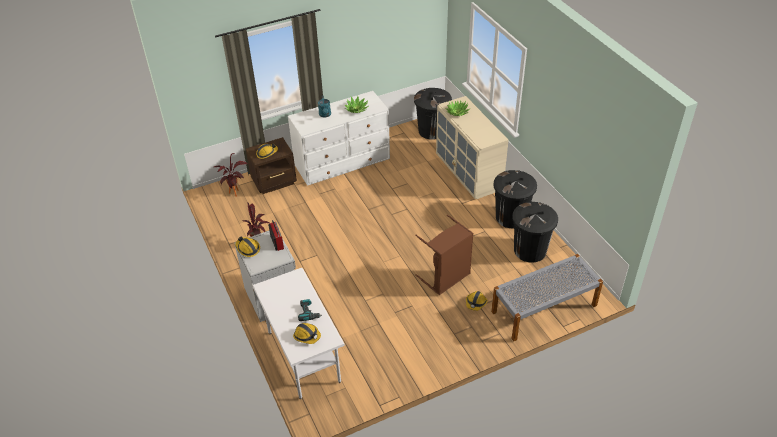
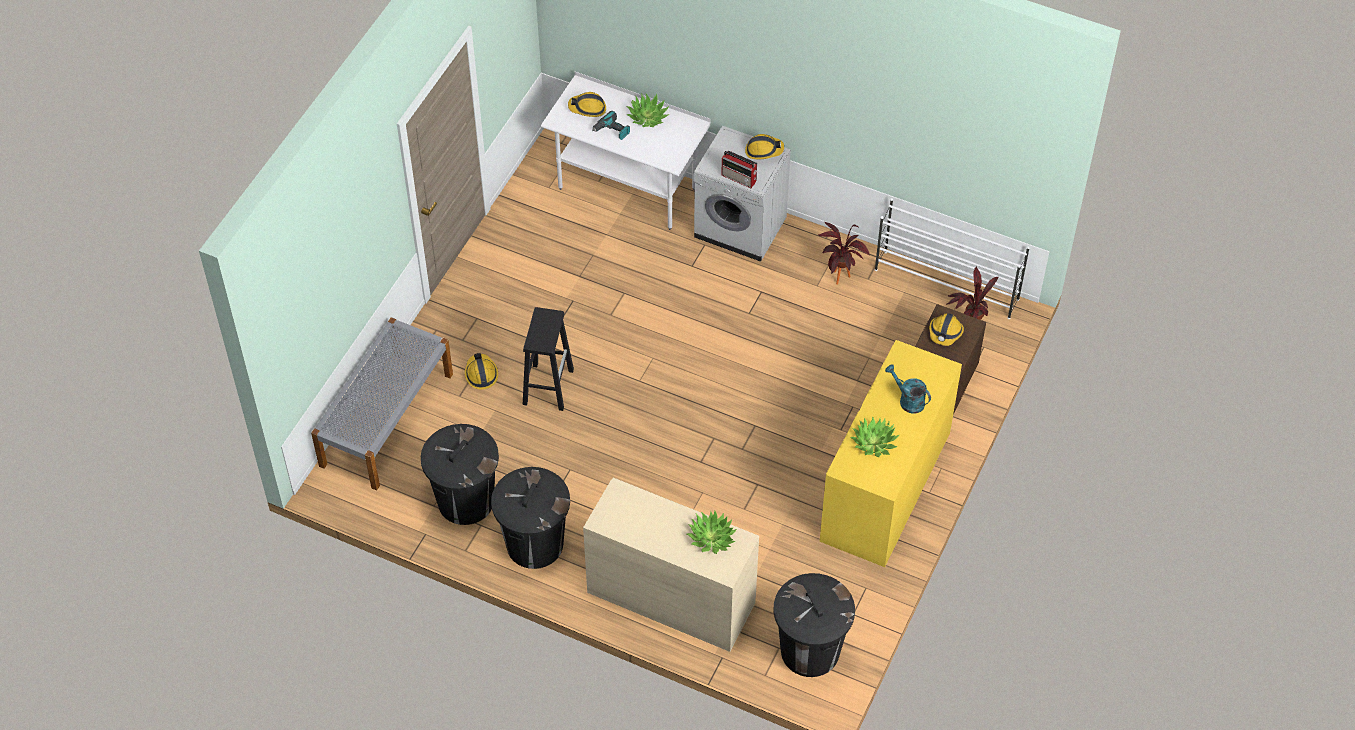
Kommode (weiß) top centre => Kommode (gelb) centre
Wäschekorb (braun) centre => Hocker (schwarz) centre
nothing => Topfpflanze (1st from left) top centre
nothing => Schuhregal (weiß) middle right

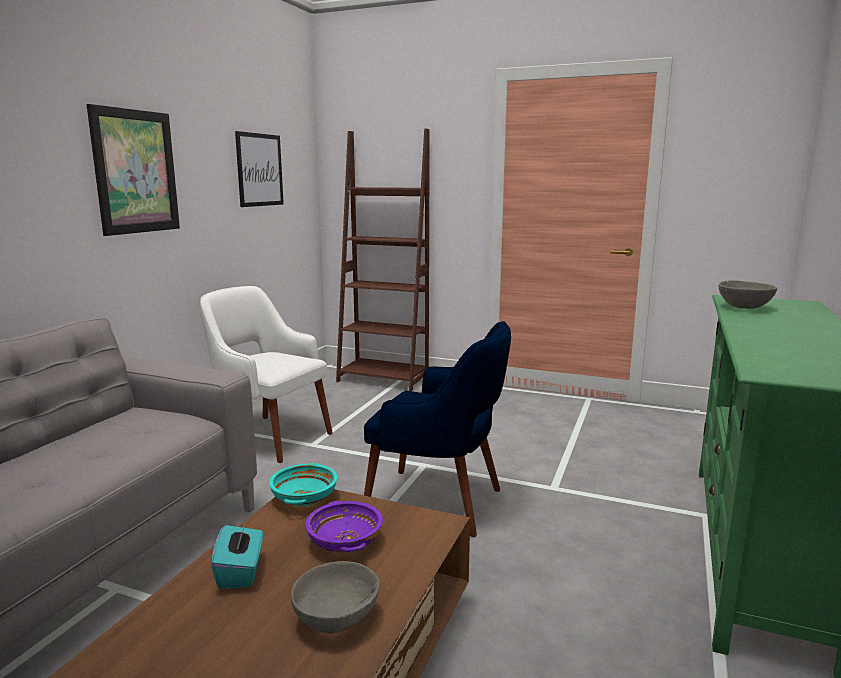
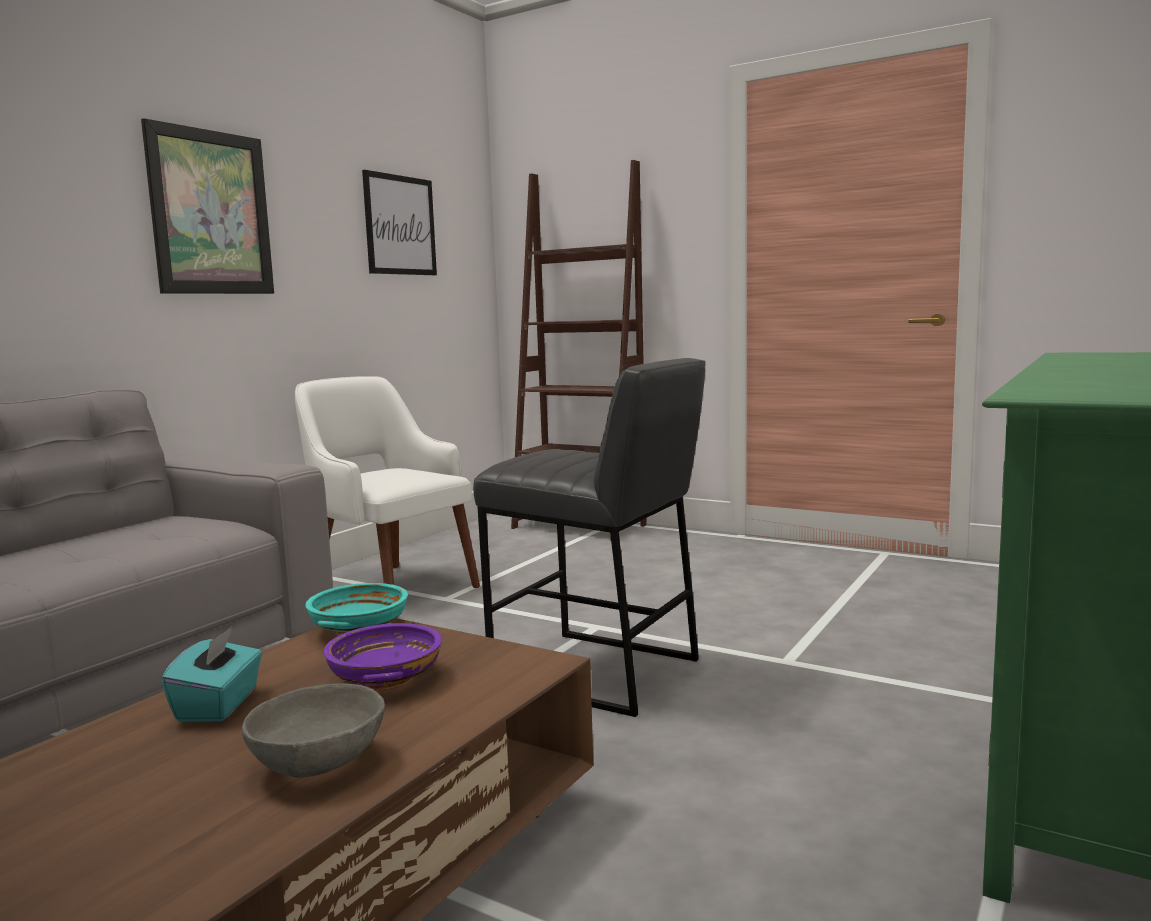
Sessel (blau) centre => Hocker (grau) centre
Schüssel (grau) (2nd from left) middle right => nothing

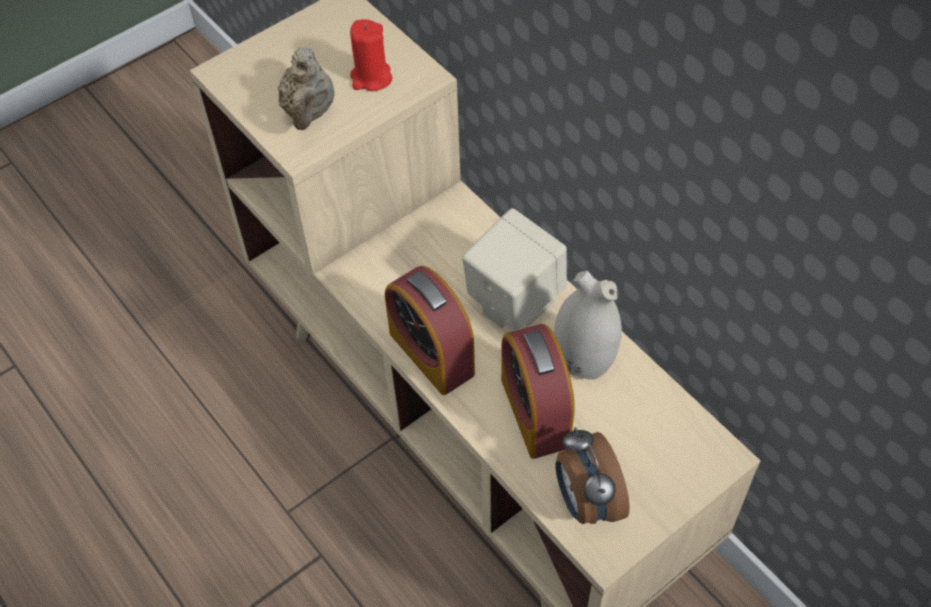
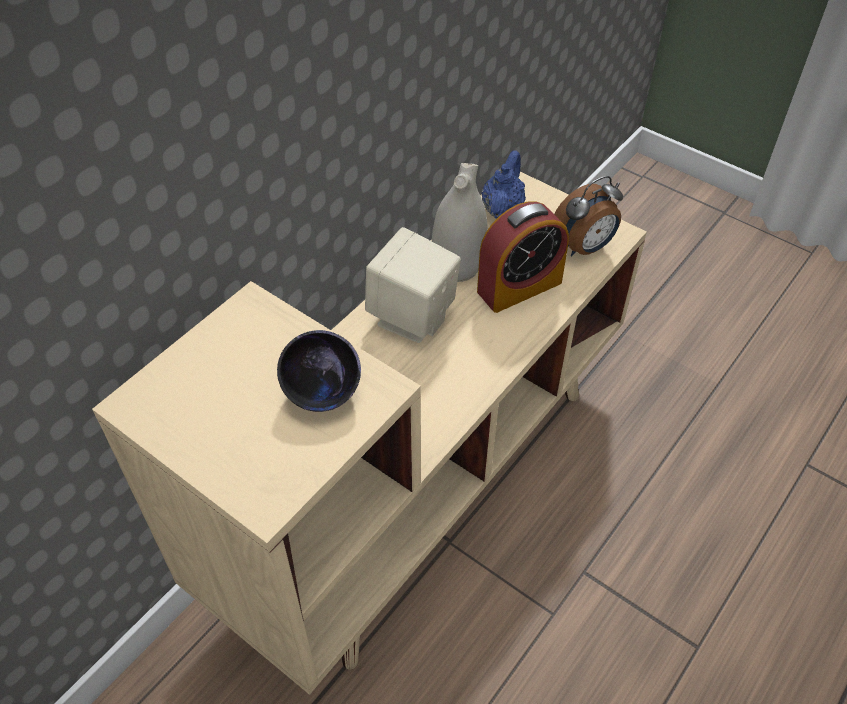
Teekanne (beige) top left => Schüssel (schwarz) centre
Kerze (rot) top centre => nothing
Wecker (1st from left) centre => nothing
nothing => Teekanne (blau) top centre

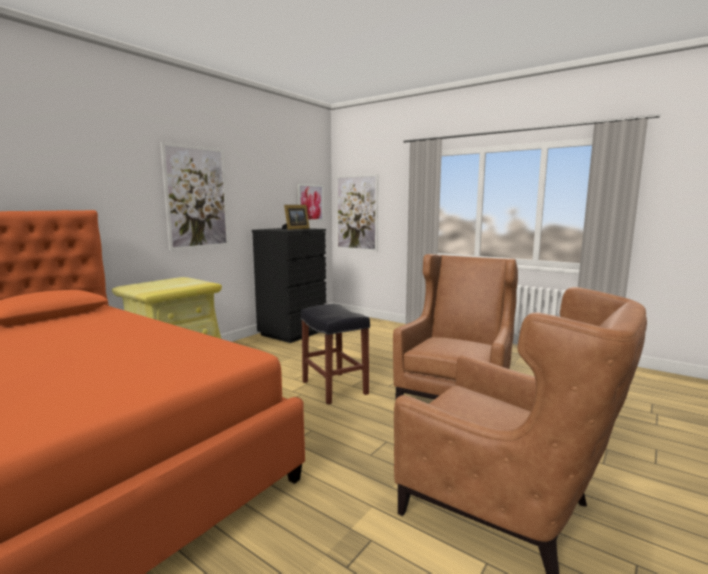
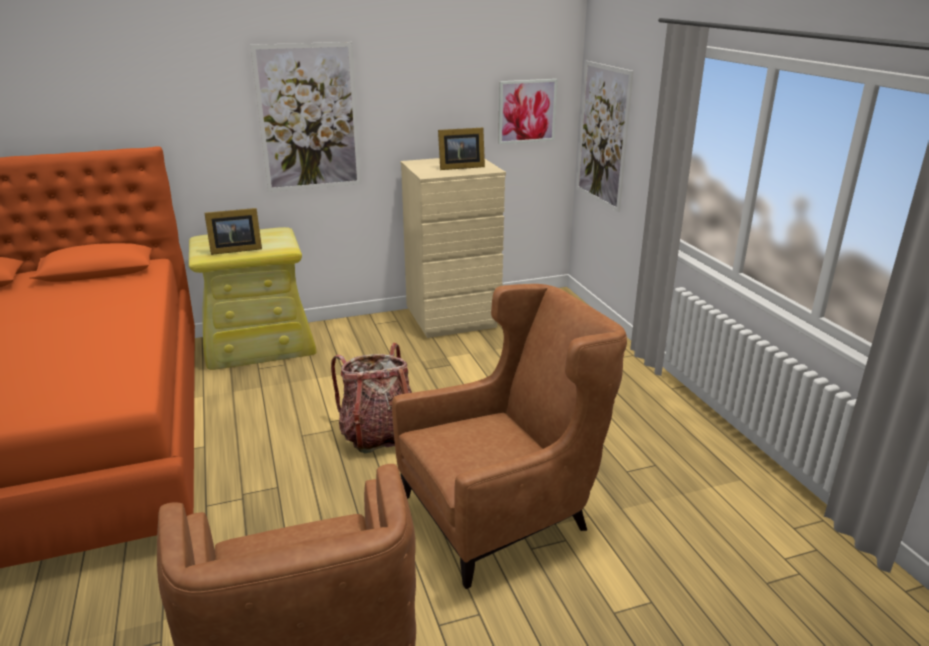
Kommode (schwarz) centre => Kommode (beige) centre
Hocker (schwarz) centre => Rucksack centre
nothing => Bilderrahmen (1st from left) middle left

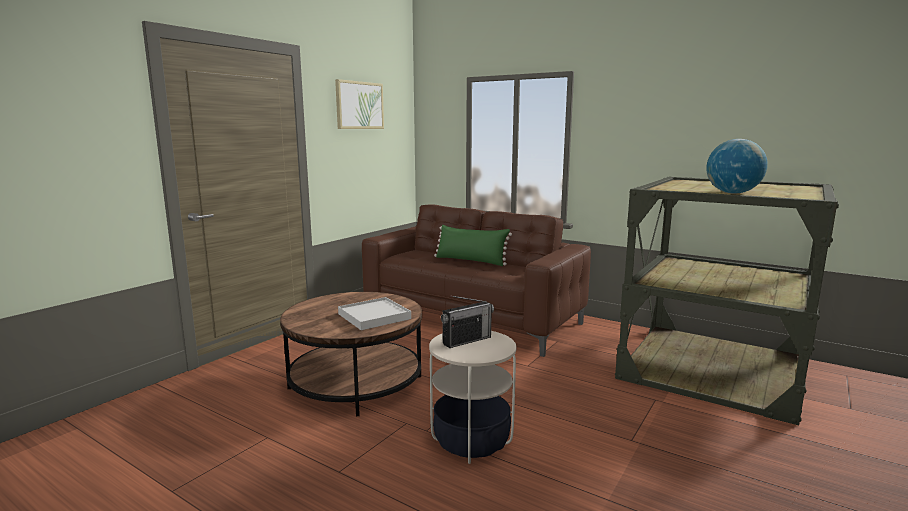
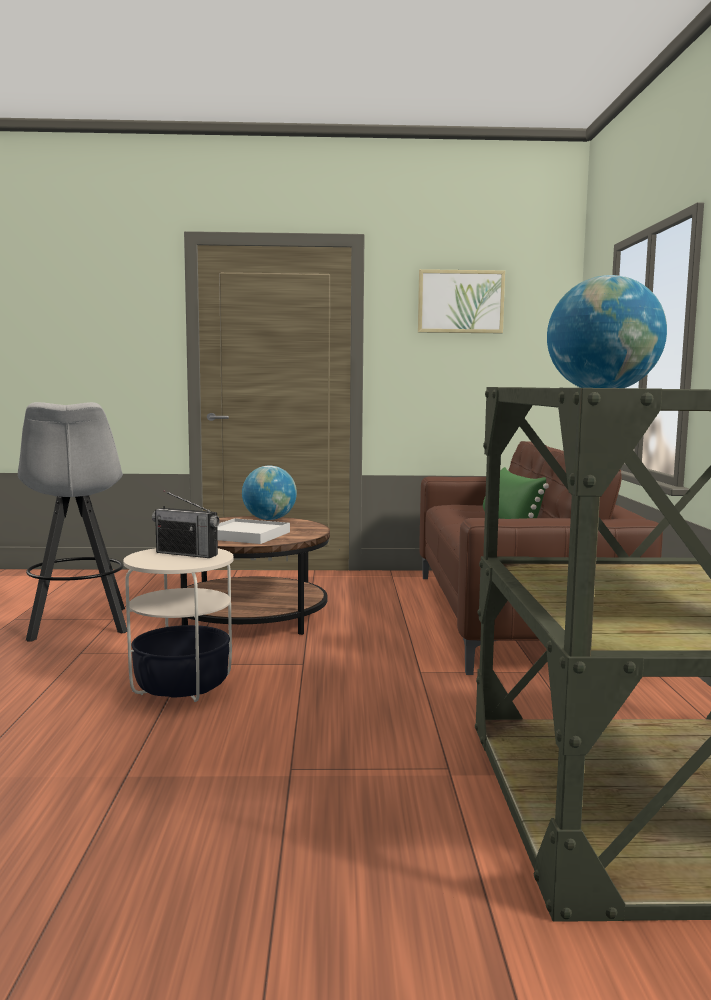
nothing => Hocker (grau) middle left
nothing => Globus (1st from left) centre

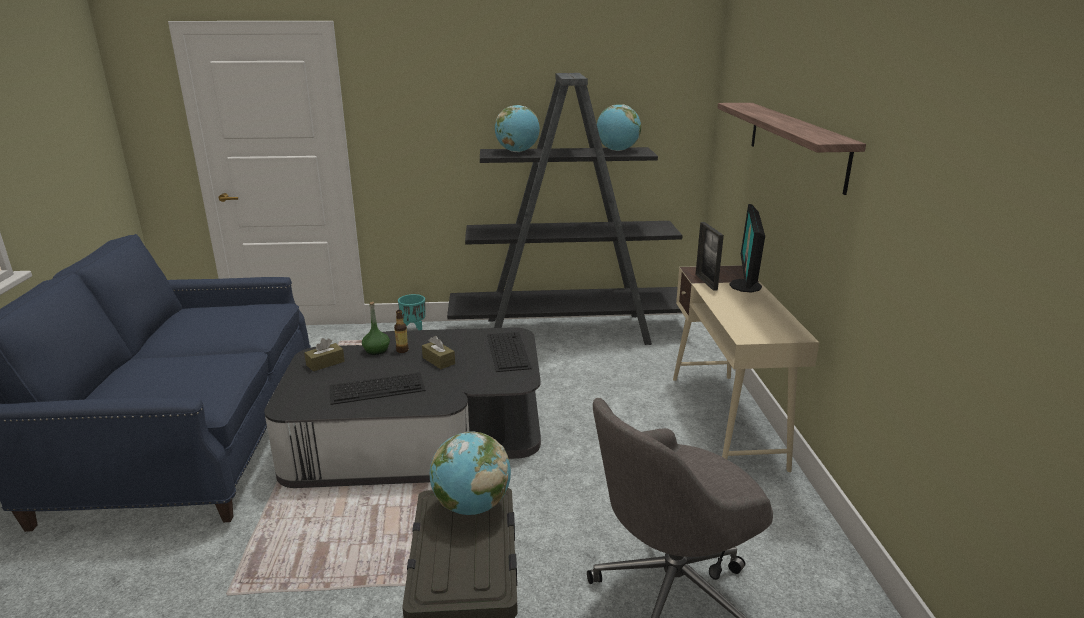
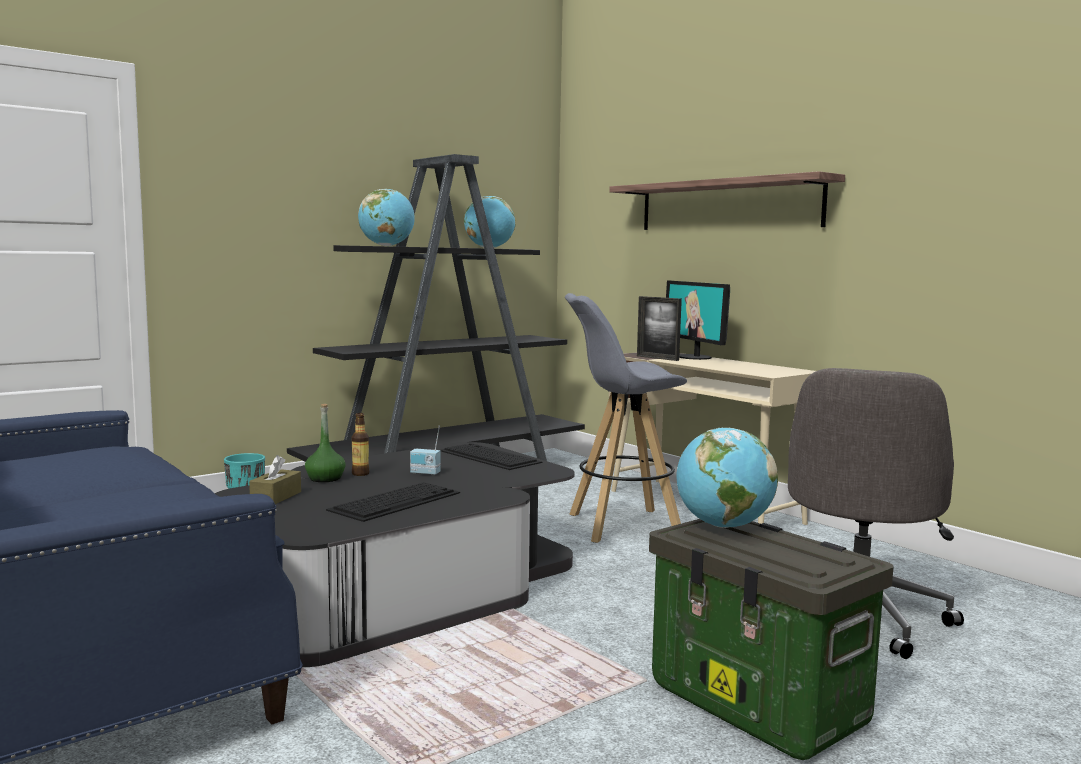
Taschentuchbox (braun) (2nd from left) centre => Radio centre
nothing => Hocker (grau) centre

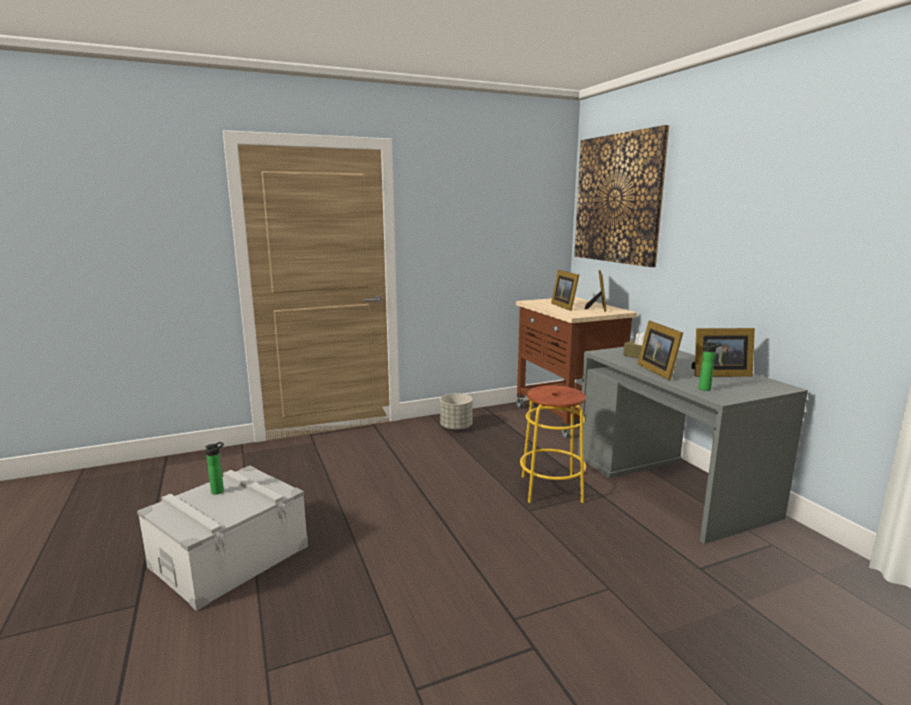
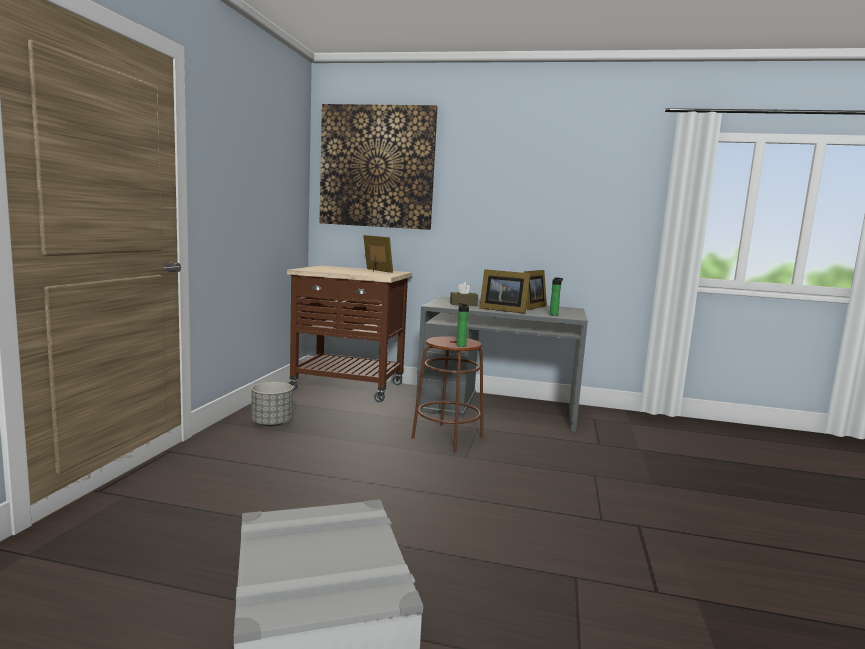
Flasche (1st from left) middle left => Flasche (1st from left) centre, move
Hocker (gelb) centre => Hocker (braun) centre
Bilderrahmen (1st from left) centre => nothing

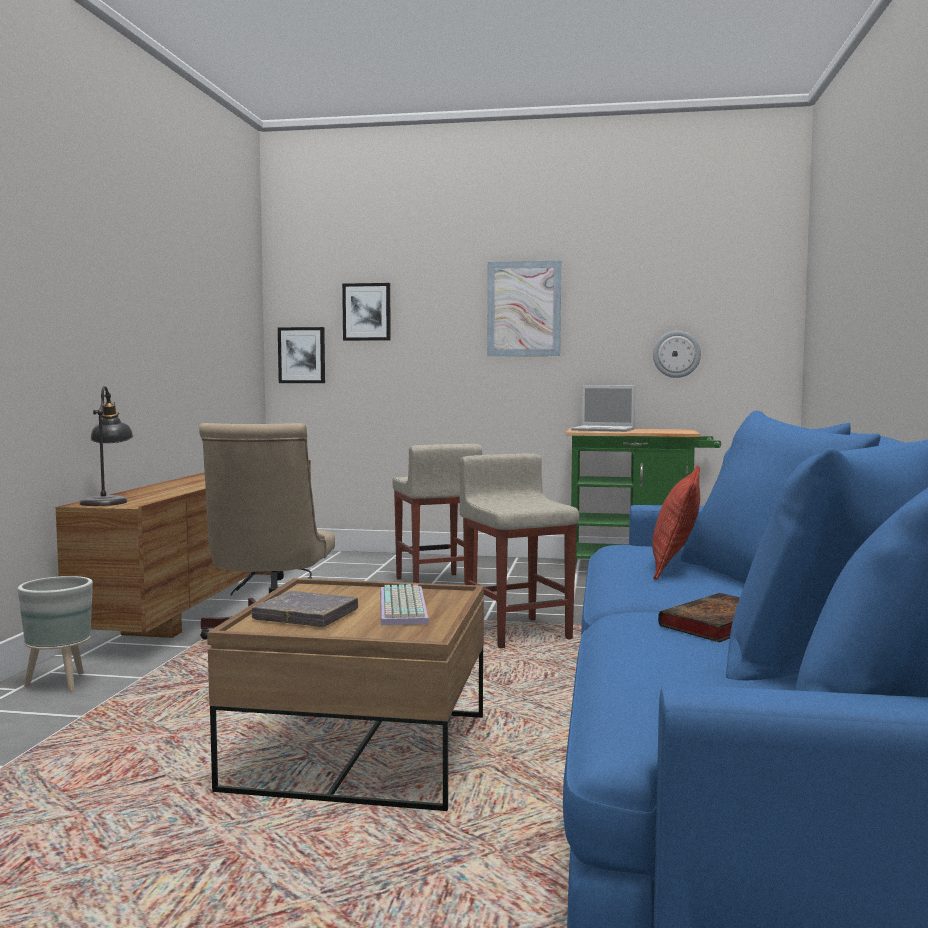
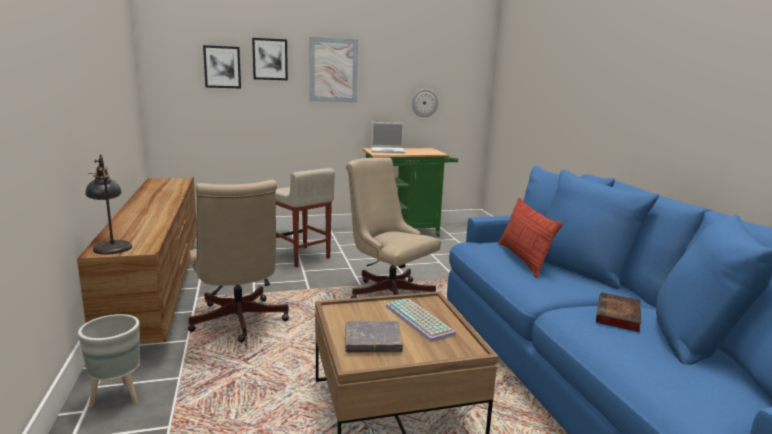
Bild (1st from left in the first image) middle left => Bild (2nd from left) top centre, move
Hocker (beige) (2nd from left) centre => Bürostuhl (beige) (2nd from left) centre

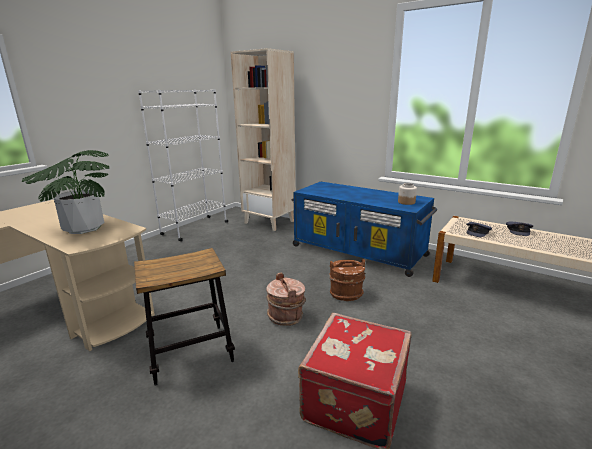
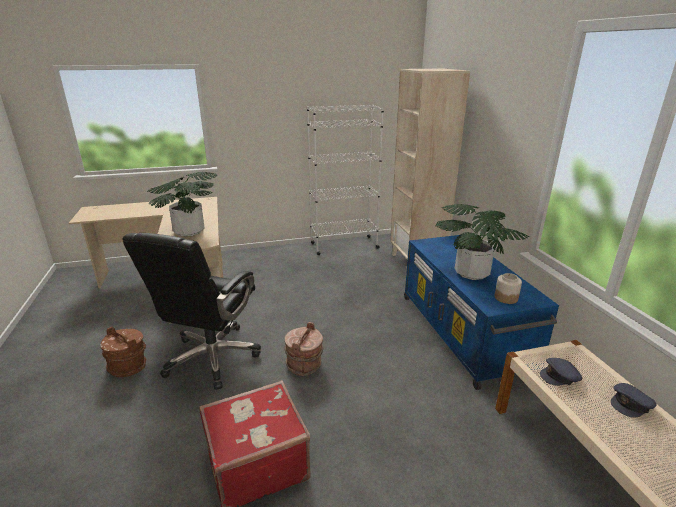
Hocker bottom left => Bürostuhl (schwarz) middle left
Eimer (braun) (2nd from left in the first image) centre => Eimer (braun) (1st from left) bottom left, move
nothing => Topfpflanze (2nd from left) middle right

